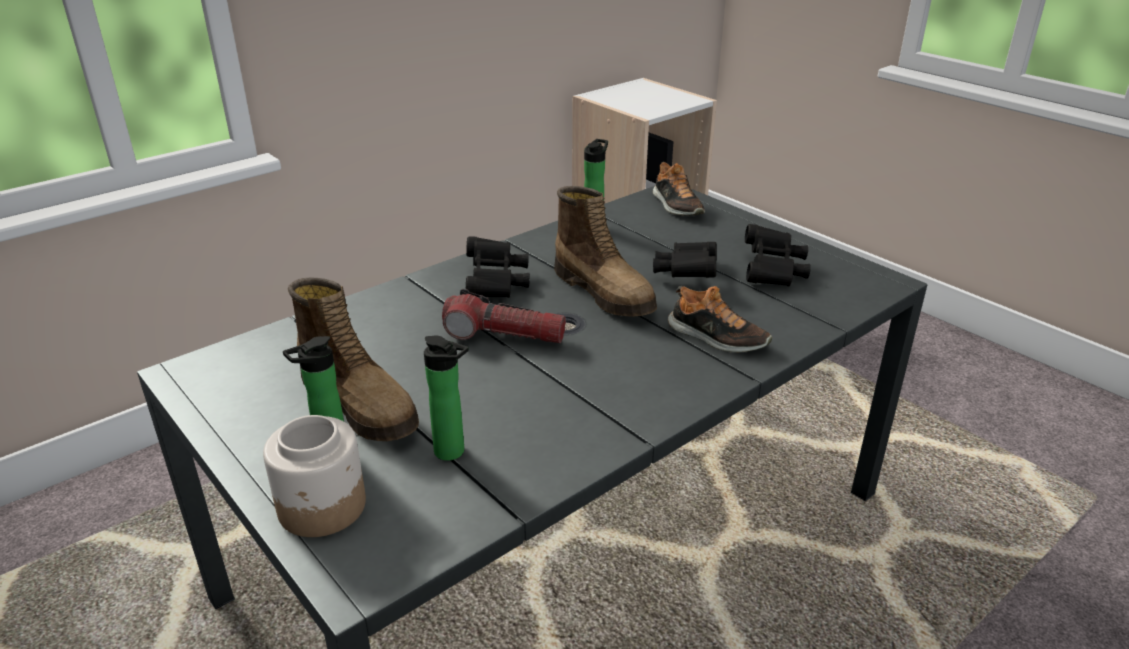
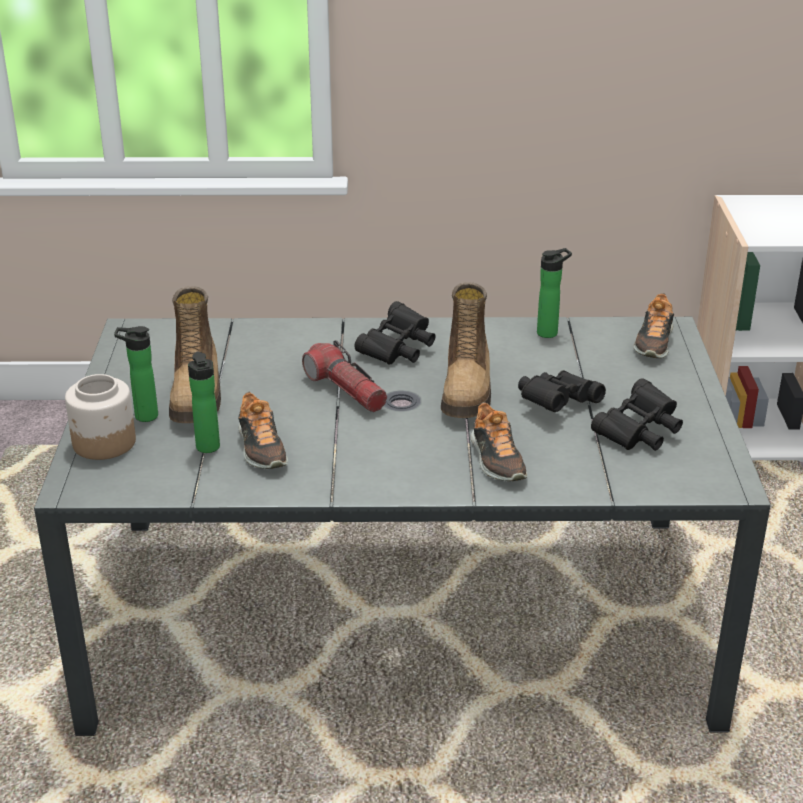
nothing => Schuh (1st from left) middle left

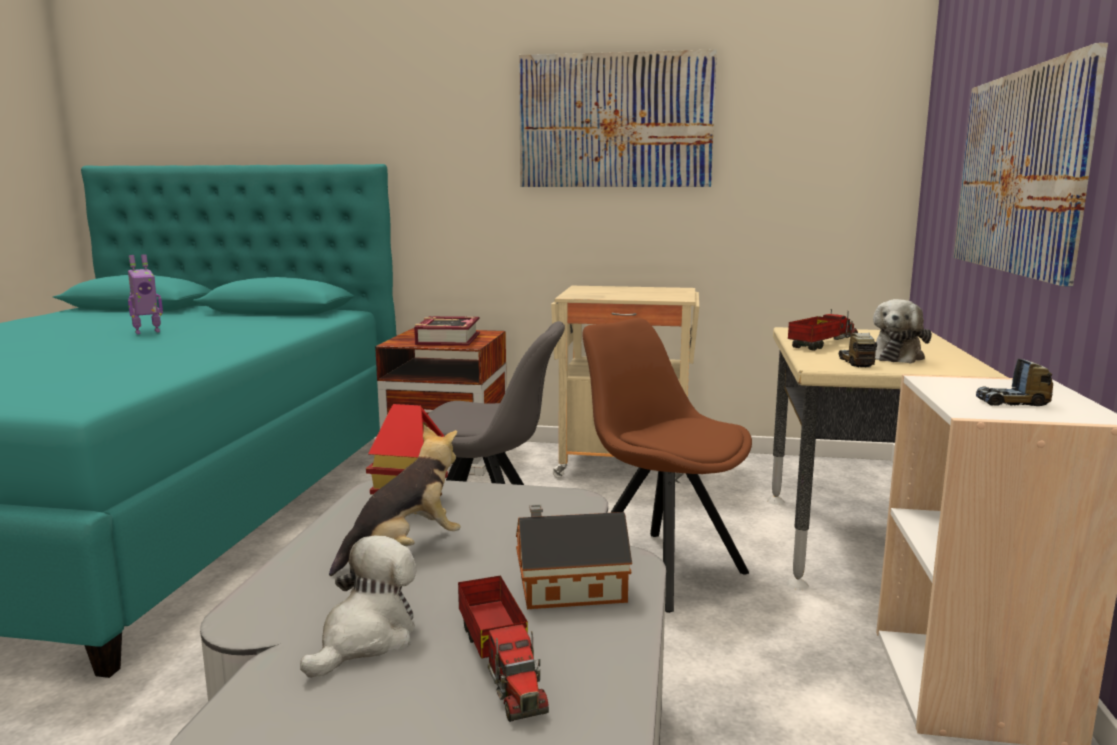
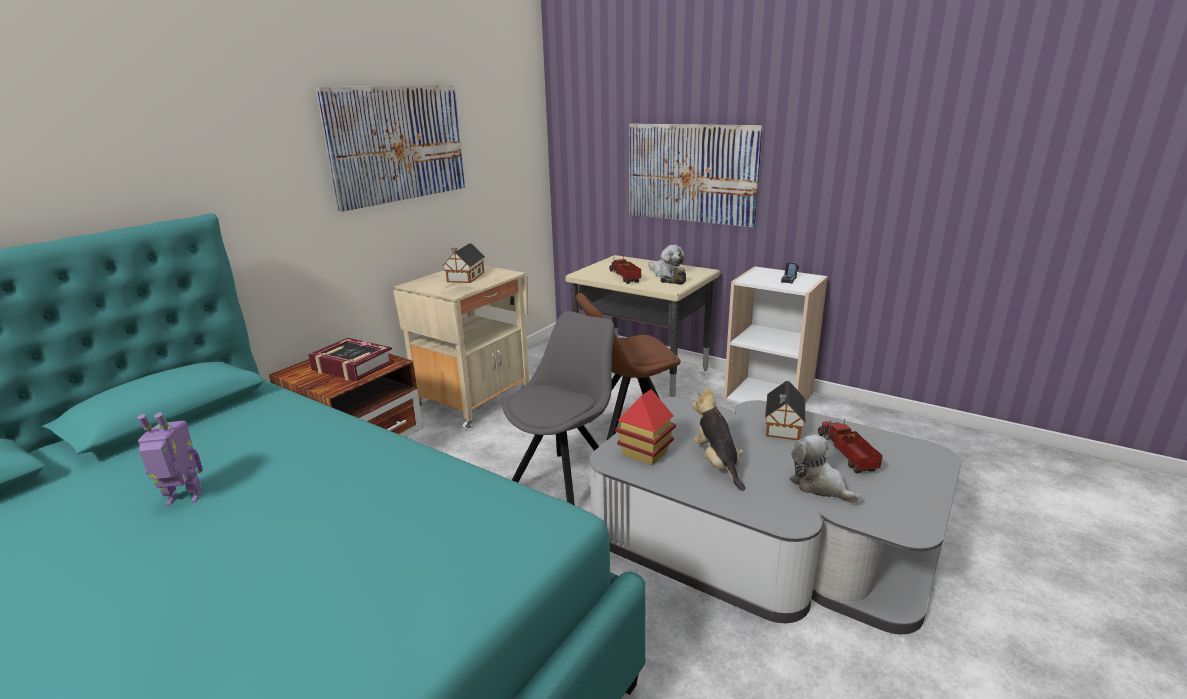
Spielzeugroboter middle left, 90 degrees counterclockwise
Spielzeuglaster (1st from left in the first image) bottom centre => Spielzeuglaster (4th from left) middle right, 105 degrees counterclockwise
nothing => Spielzeughaus (1st from left) centre

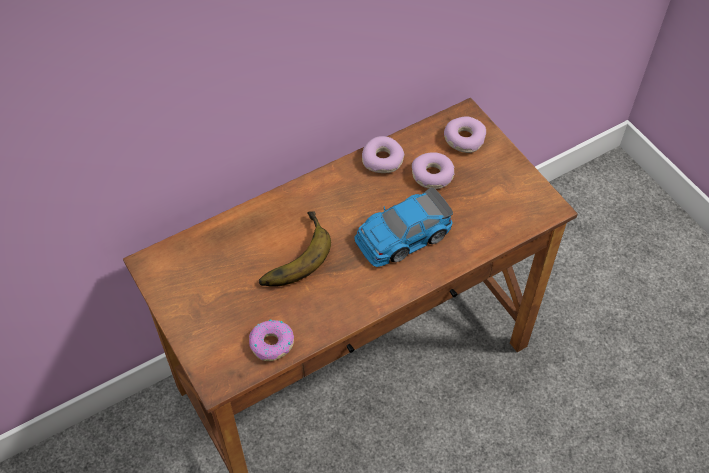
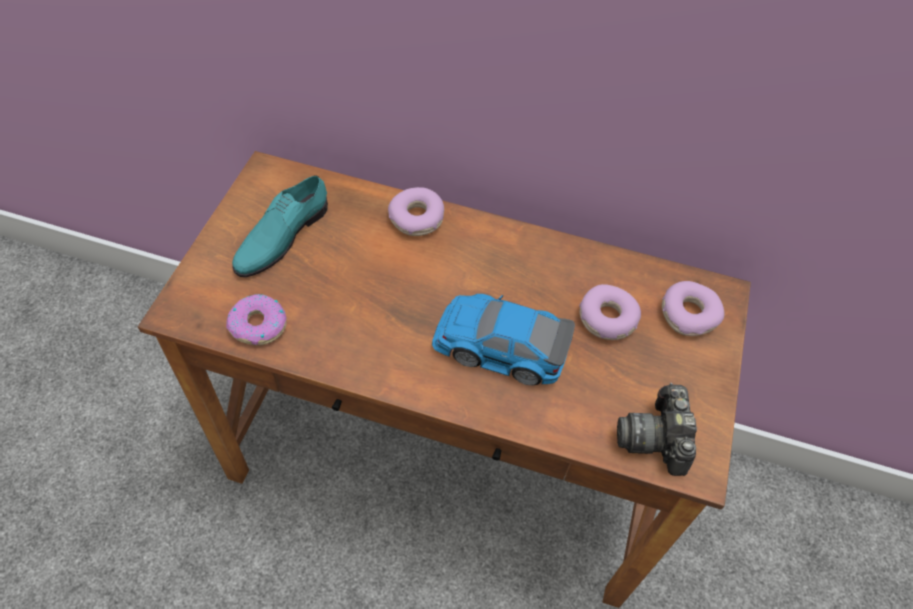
Banane centre => nothing
Donut (2nd from left) top centre => Donut (2nd from left) centre, move
nothing => Schuh (türkis) middle left
nothing => Kamera bottom right

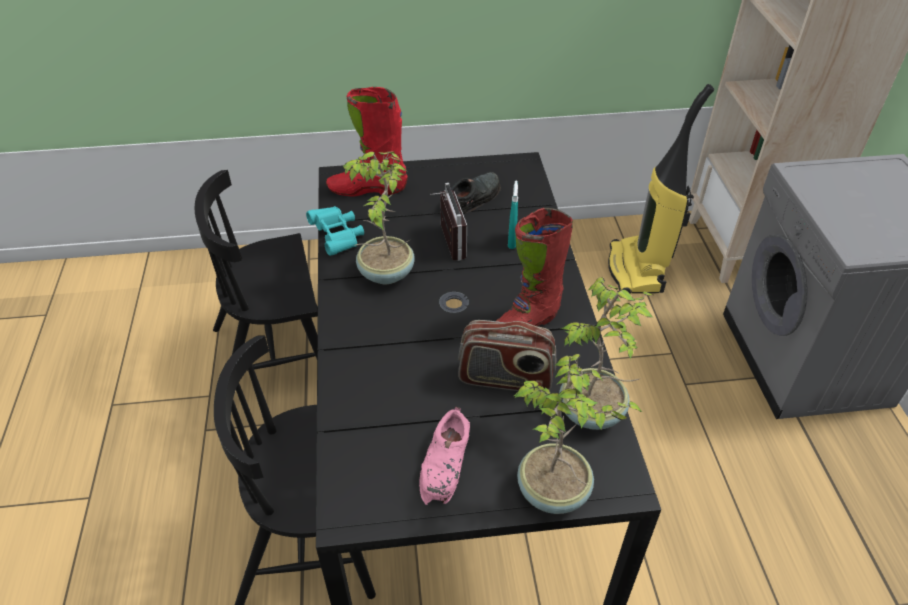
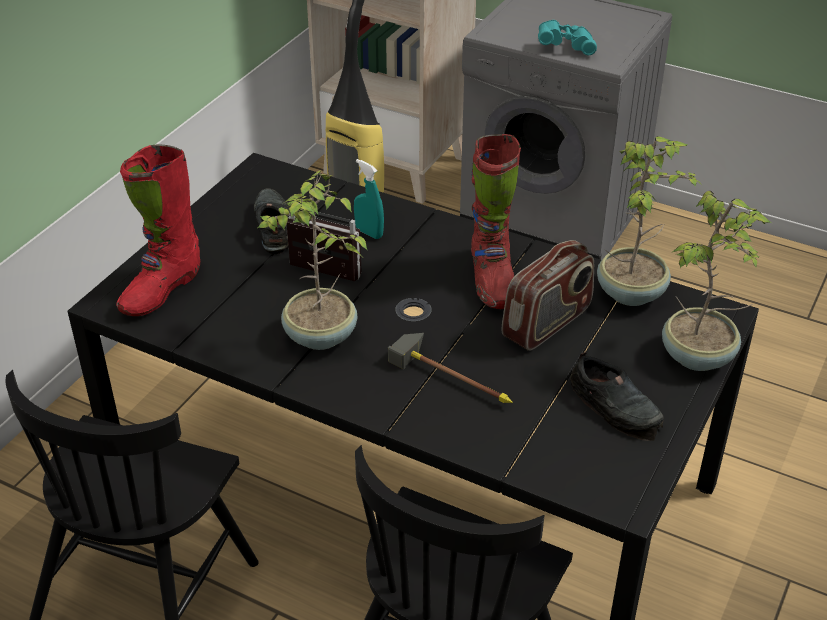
Fernglas (türkis) centre => Fernglas (türkis) top right, move
Schuh (rosa) bottom centre => Schuh (schwarz) (2nd from left) middle right
nothing => Hammer centre

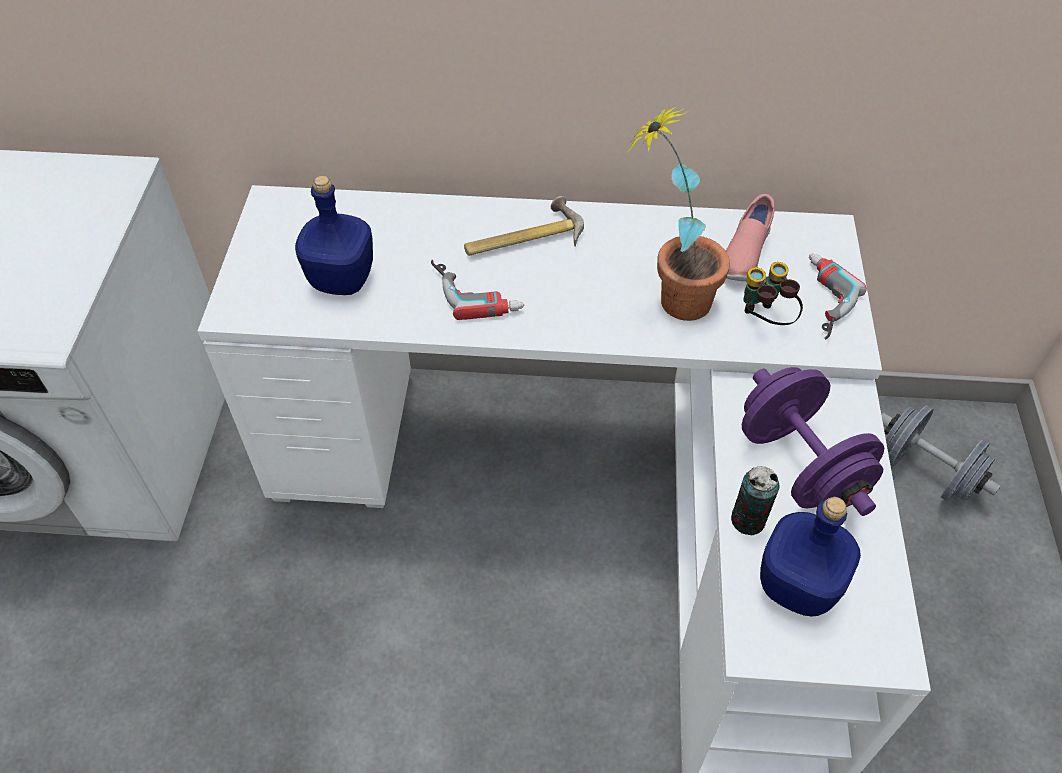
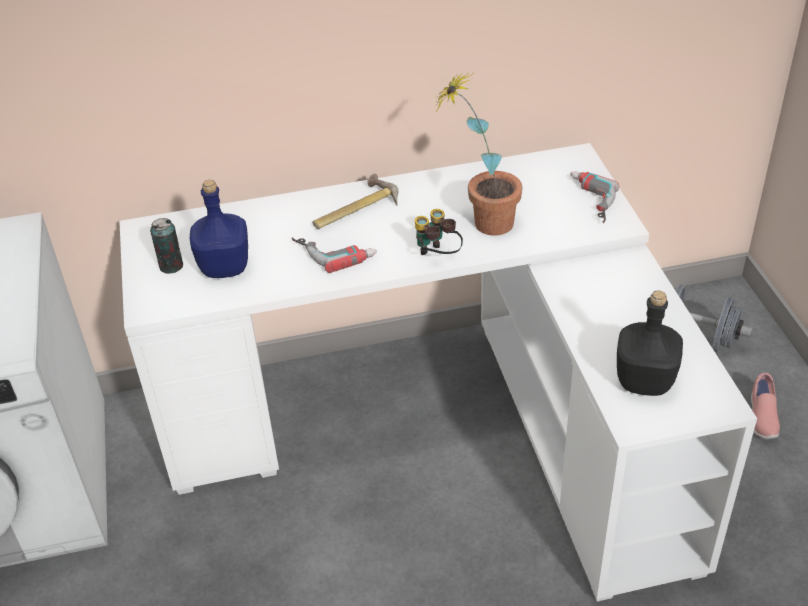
Schuh (rosa) top right => Schuh (rosa) bottom right, move
Dose middle right => Dose middle left, move
Hantel (lila) middle right => nothing
Fernglas middle right => Fernglas centre, move
Flasche (blau) (2nd from left) bottom right => Flasche (schwarz) middle right

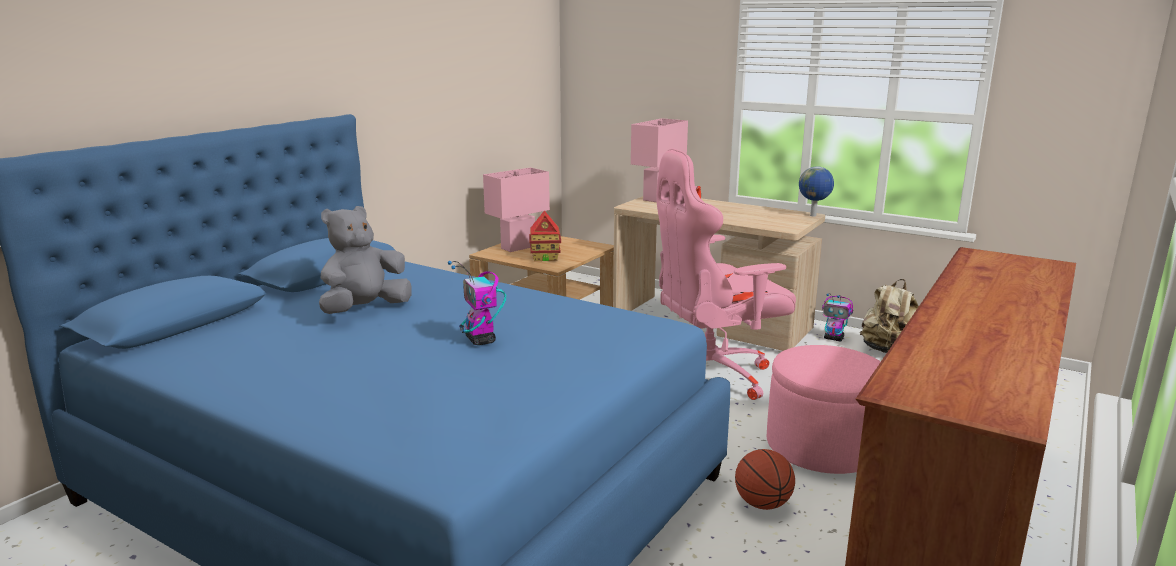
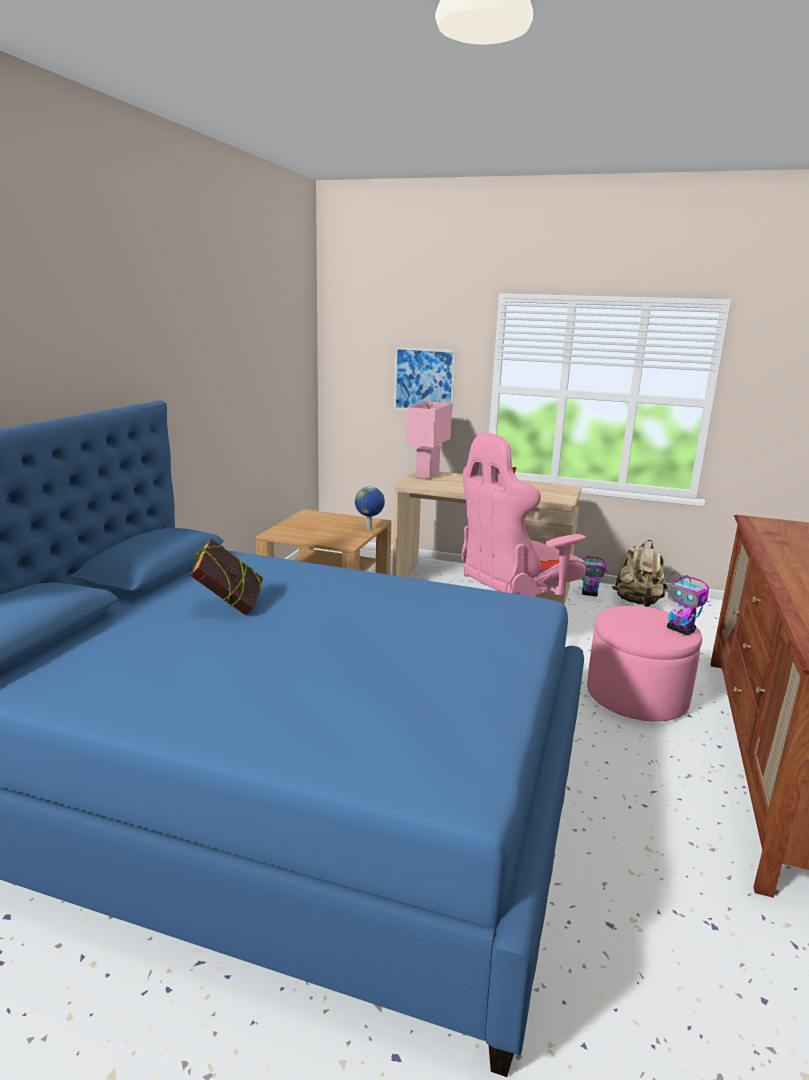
Plüschtier (grau) middle left => Buch middle left
Spielzeugroboter (1st from left in the first image) centre => Spielzeugroboter (2nd from left) middle right, move
Tischlampe (rosa) (1st from left) centre => nothing
Spielzeughaus centre => nothing
Basketball bottom centre => nothing
Globus middle right => Globus centre, move
nothing => Bild centre

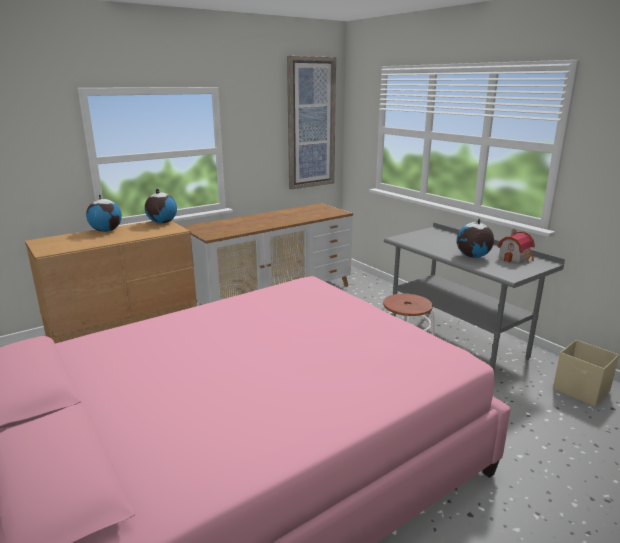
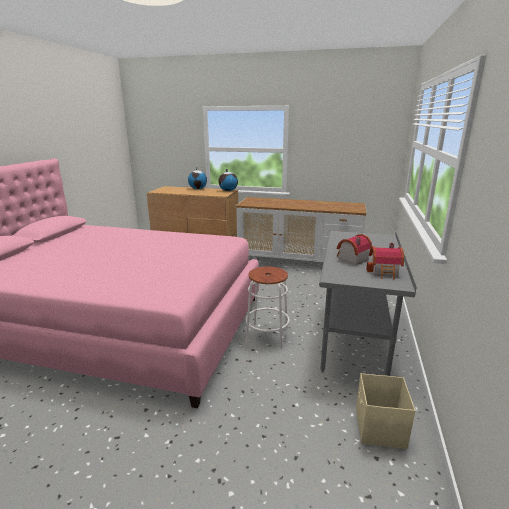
Bild top centre => nothing
Globus (3rd from left) middle right => Spielzeughaus (1st from left) middle right

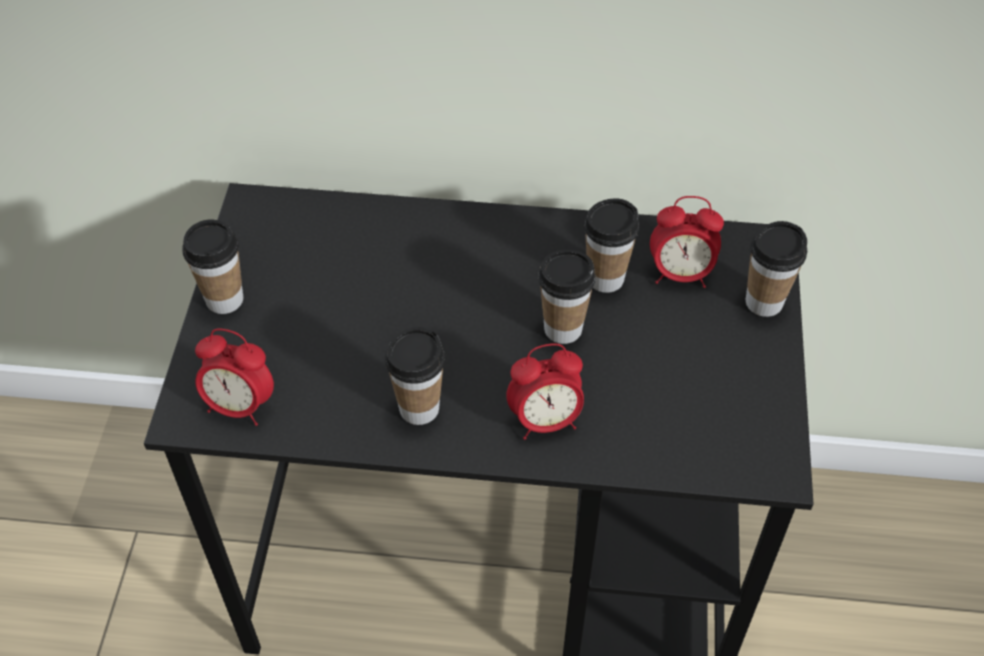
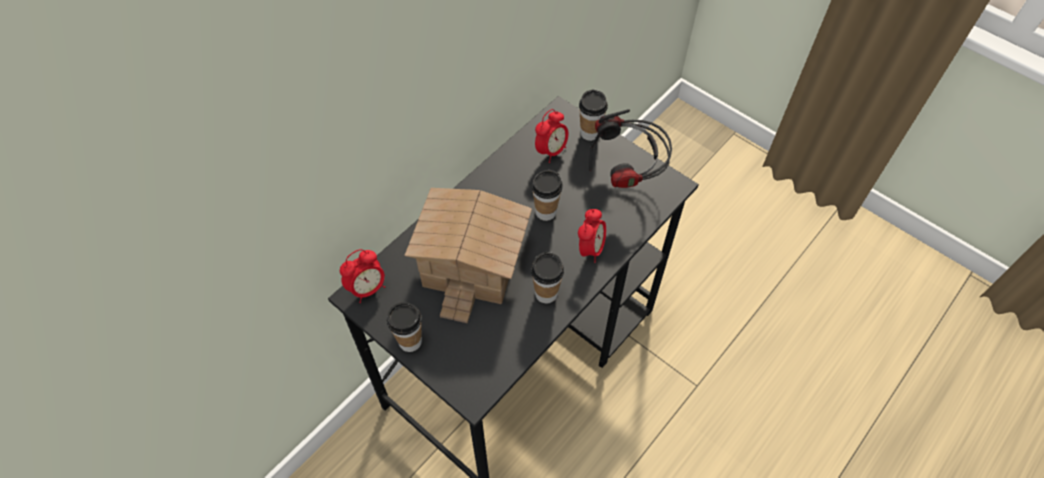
Wecker (1st from left) middle left => Wecker (1st from left) centre, move
Tasse (4th from left) centre => nothing
nothing => Spielzeughaus centre
nothing => Kopfhörer top centre

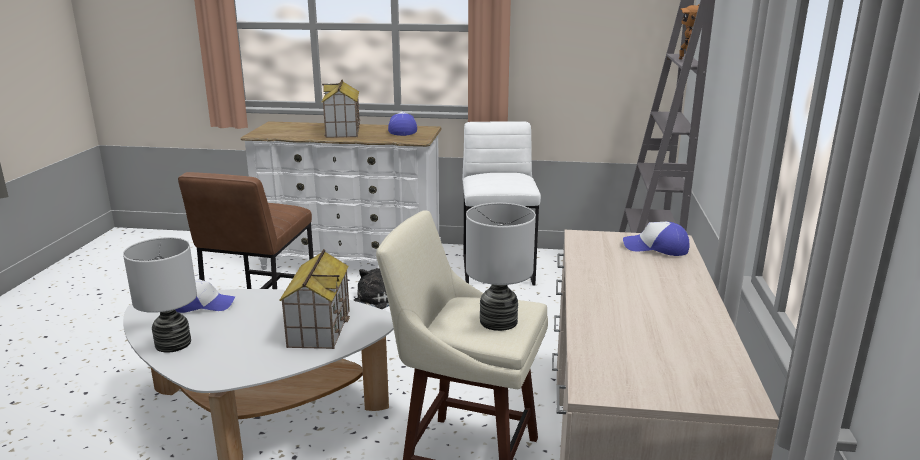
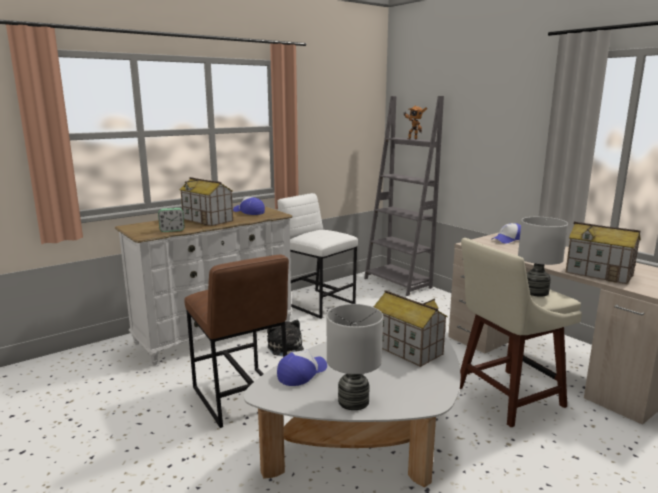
nothing => Wecker middle left
nothing => Spielzeughaus (3rd from left) middle right

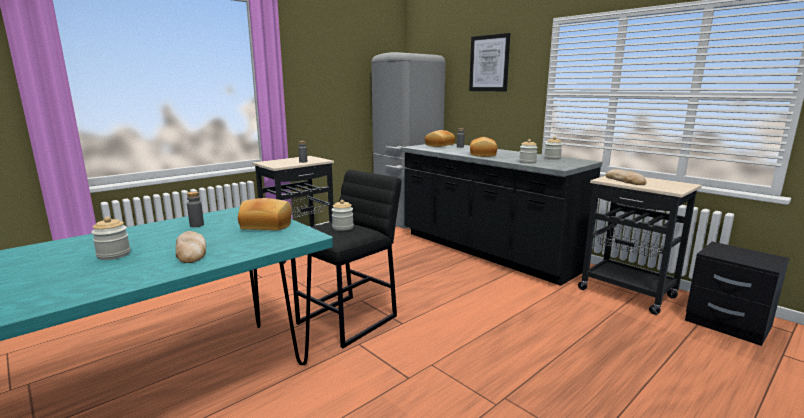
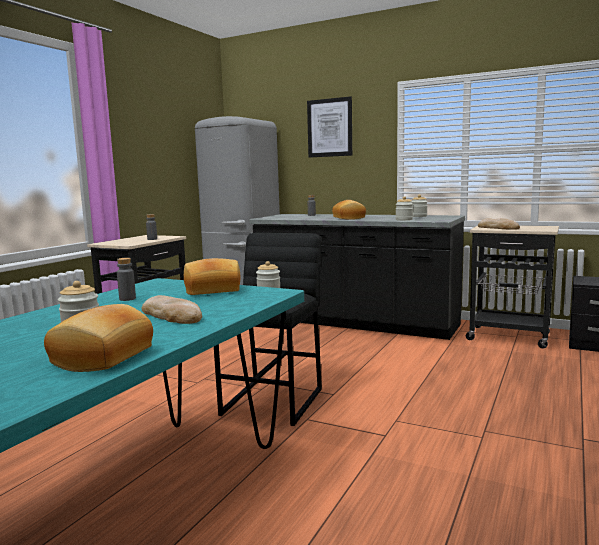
Brot (3rd from left in the first image) top centre => Brot (1st from left) middle left, move

